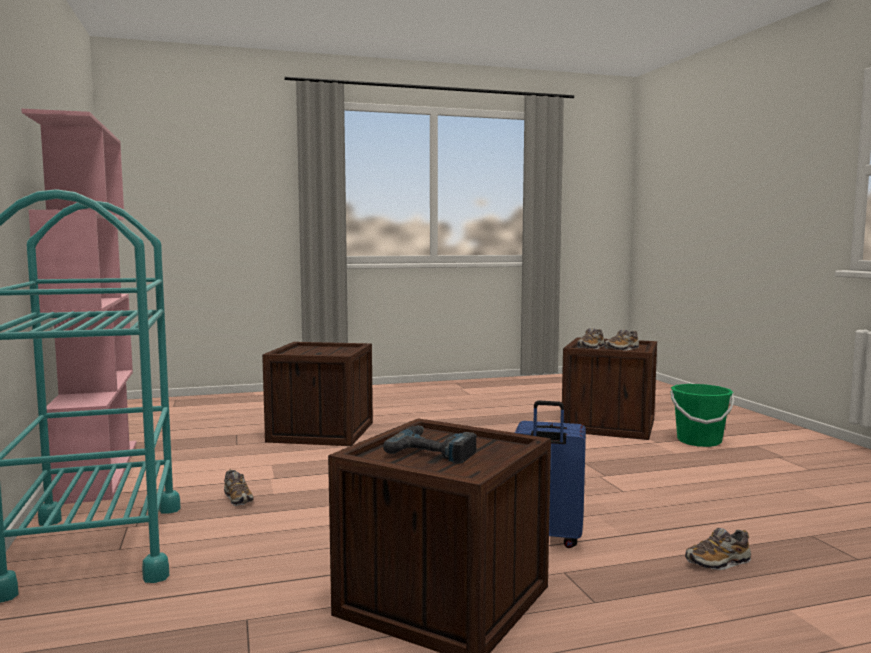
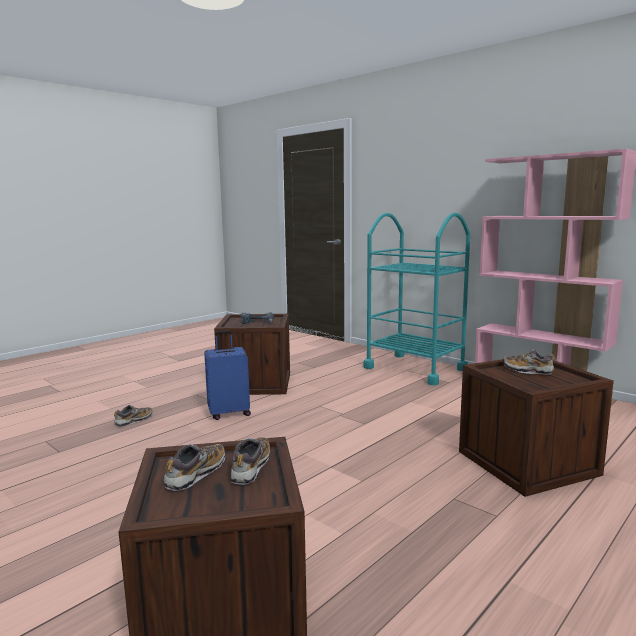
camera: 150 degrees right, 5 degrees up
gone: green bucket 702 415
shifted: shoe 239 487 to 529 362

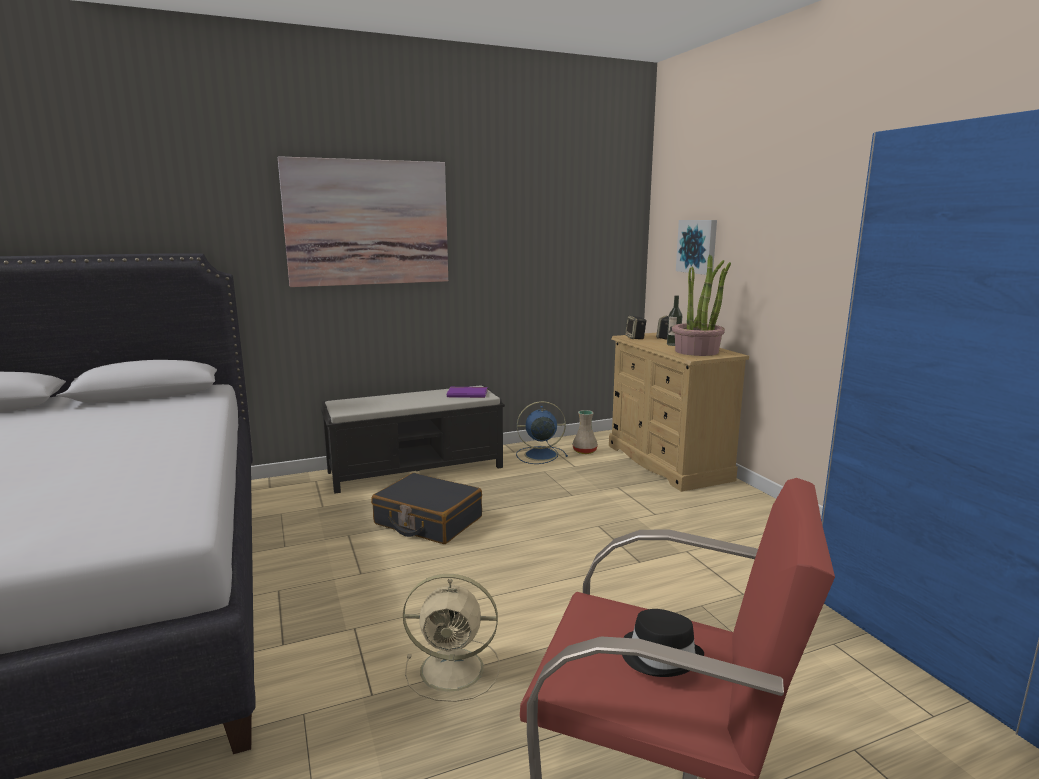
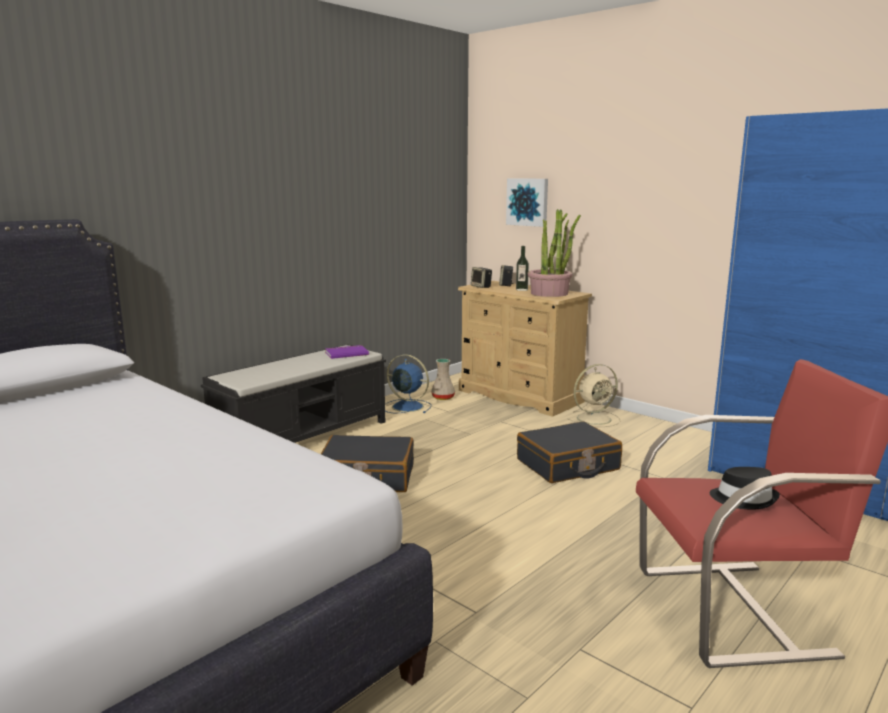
camera: 25 degrees left, 0 degrees up
gone: picture 363 221
new: black suitcase 569 452
shifted: beige fan 451 638 to 594 395
rotated: blue fan 542 432 = 408 383 60 degrees clockwise

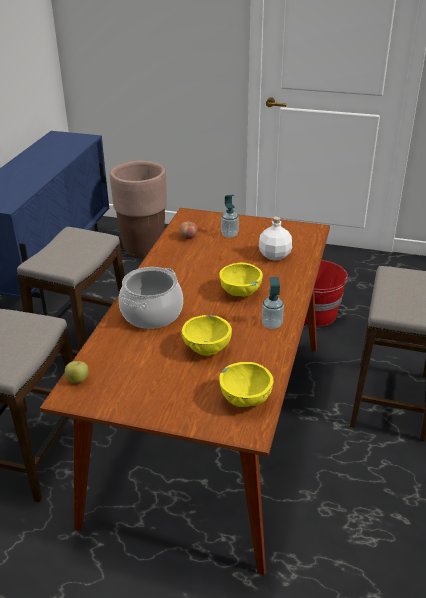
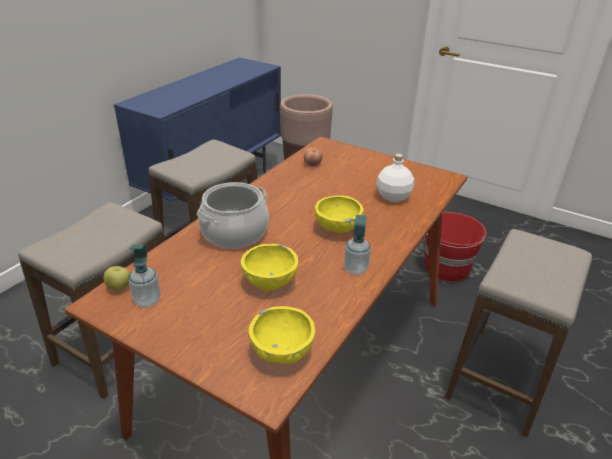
camera: 15 degrees right, 0 degrees up
shifted: soap dispenser 230 216 to 144 276

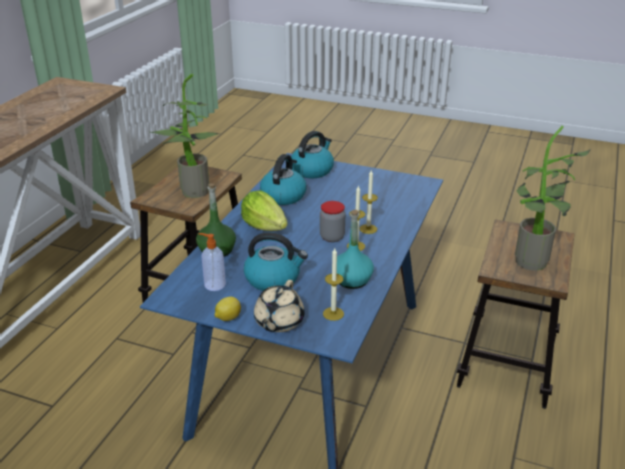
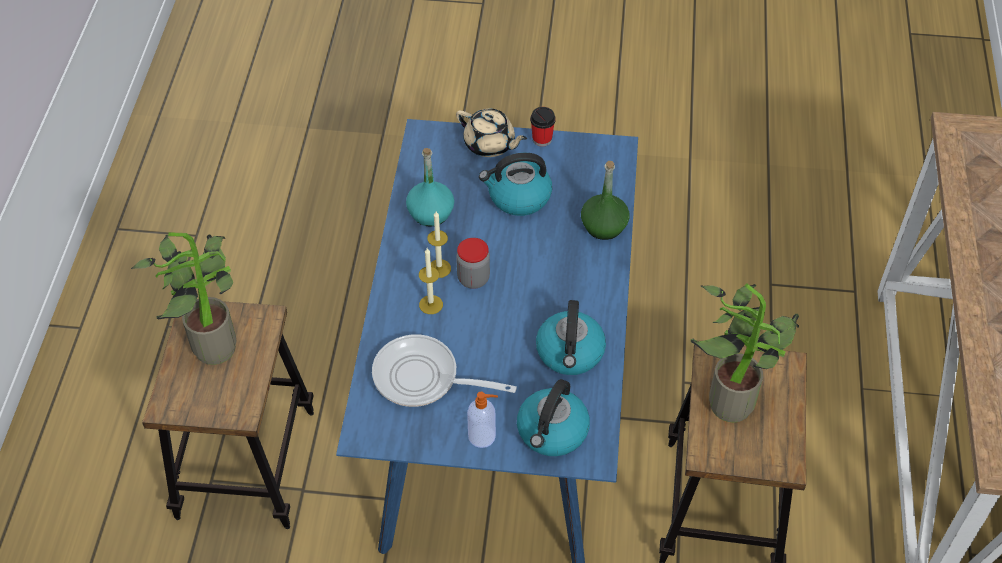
camera: 165 degrees right, 20 degrees up
gone: lettuce 264 210; candle 333 284
new: frying pan 444 371
shifted: soap dispenser 212 262 to 482 420
swapped: lemon 227 309 to cup 543 127
rotated: beige teapot 279 306 = 491 132 120 degrees clockwise

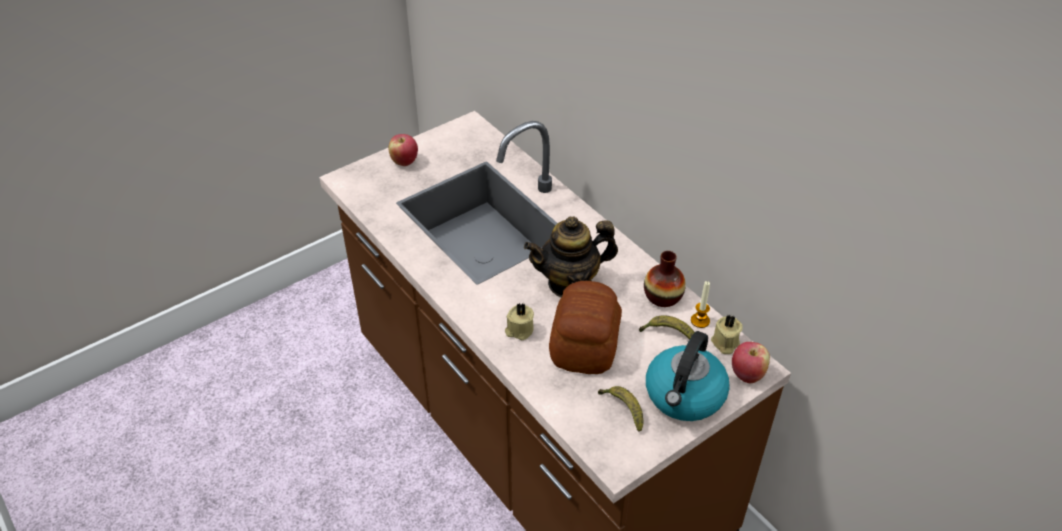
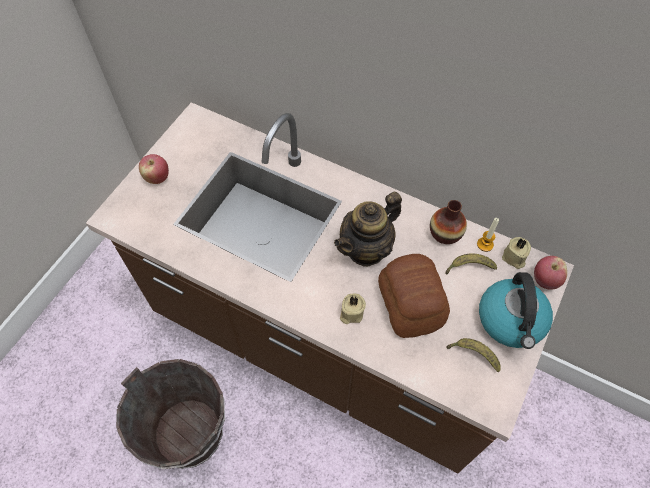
camera: 25 degrees left, 15 degrees up
new: brown bucket 170 414

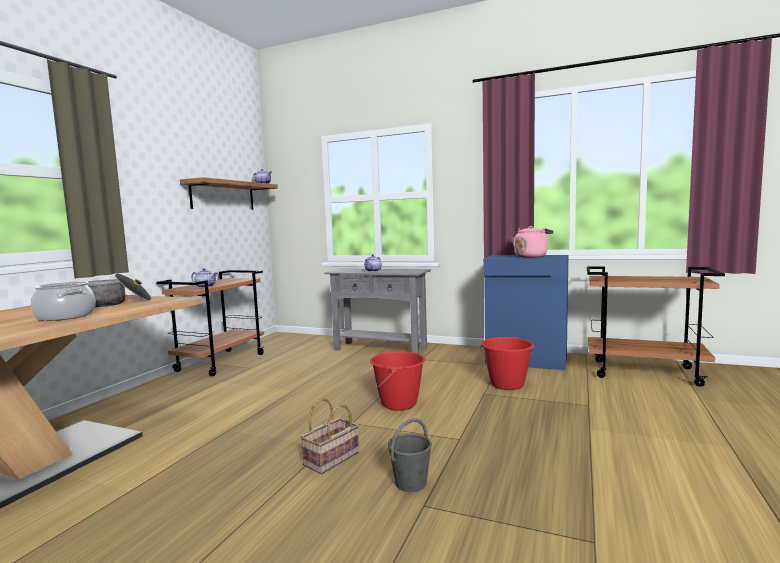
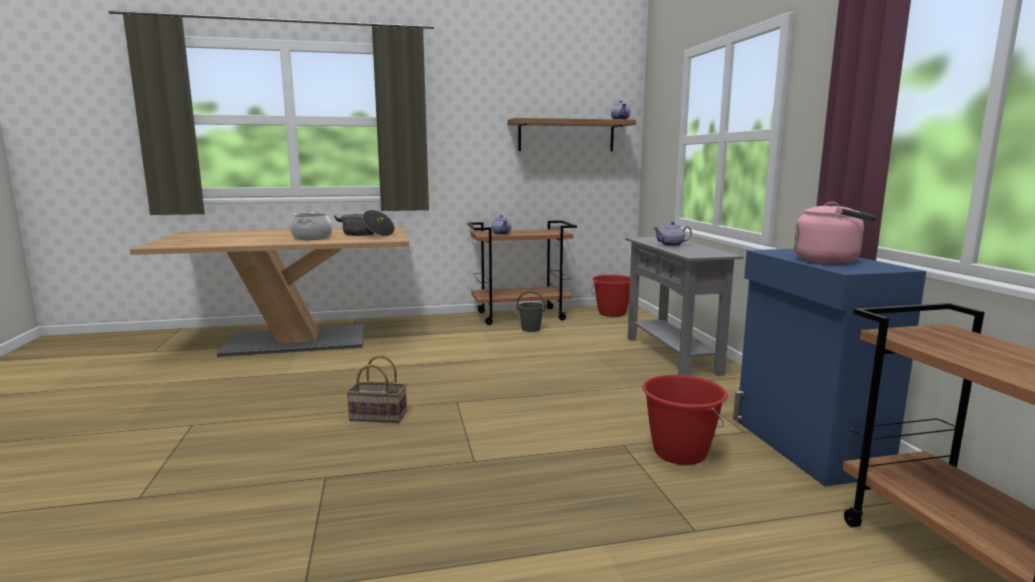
camera: 55 degrees right, 5 degrees up
shifted: red bucket 398 381 to 611 296; grey bucket 410 455 to 531 311

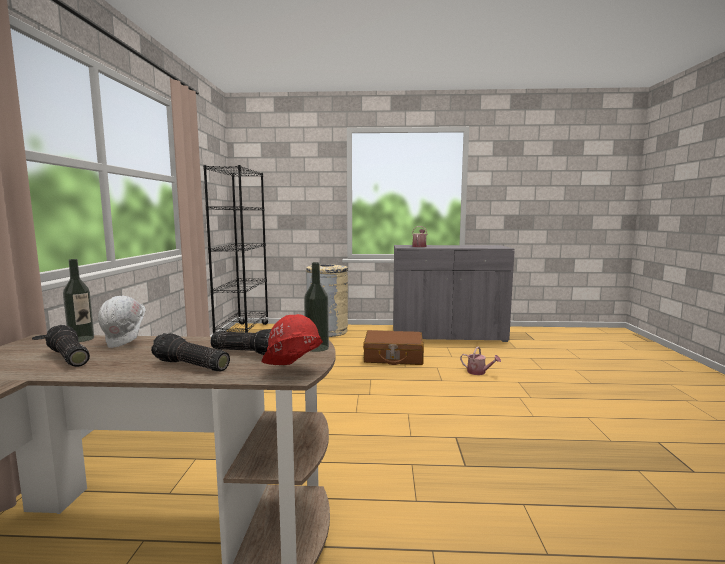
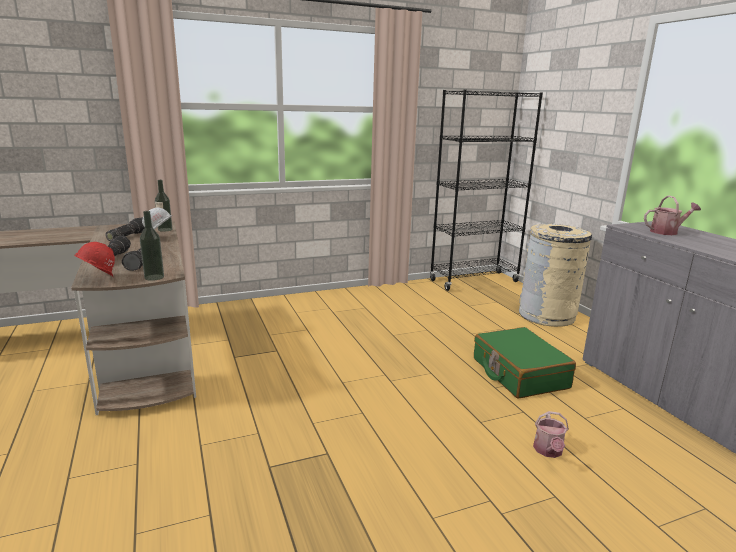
camera: 65 degrees right, 10 degrees up
repainted: brown suitcase 393 347 to green suitcase 525 363

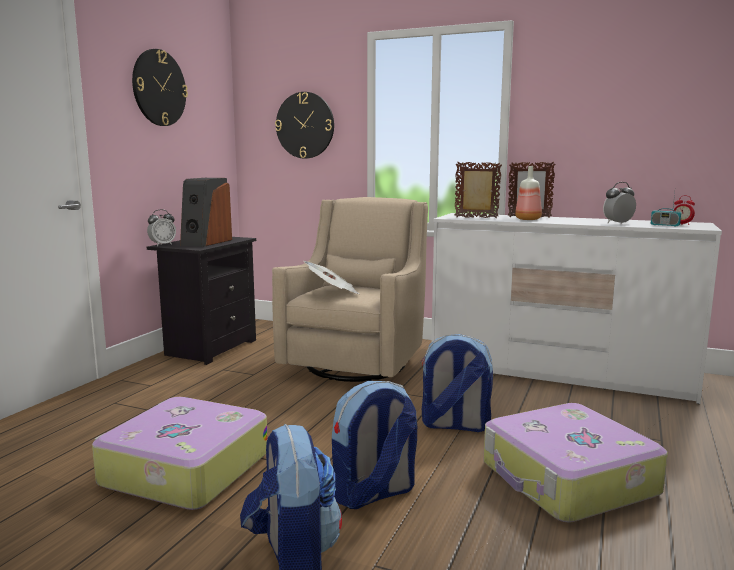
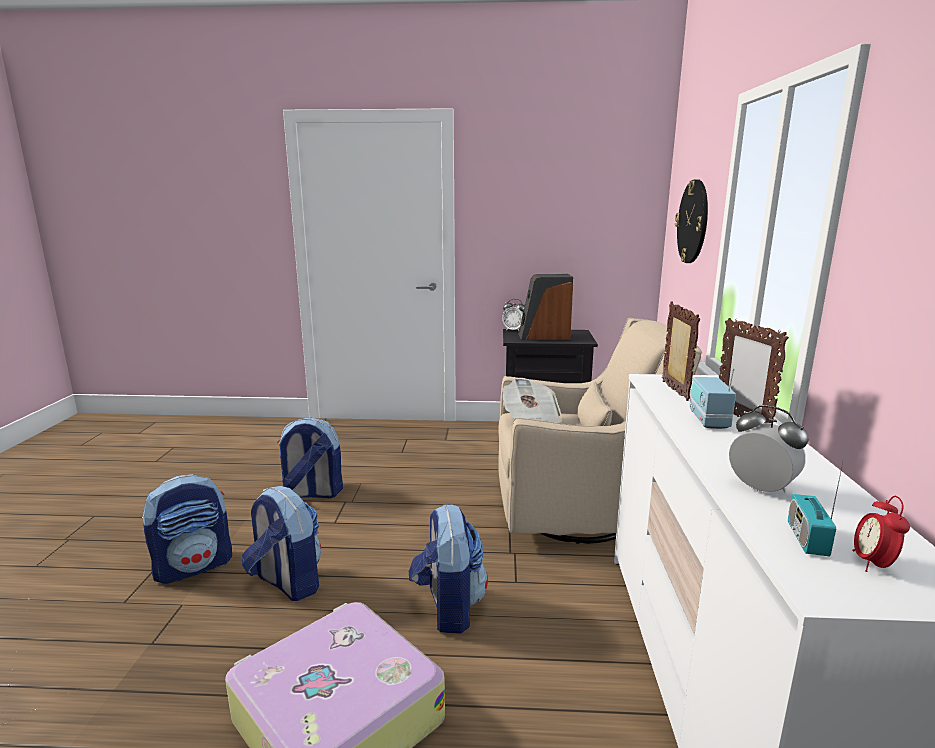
camera: 70 degrees right, 5 degrees up
gone: wall clock 160 87
swapped: suitcase 180 453 to backpack 310 457; bottle 528 193 to radio 712 398

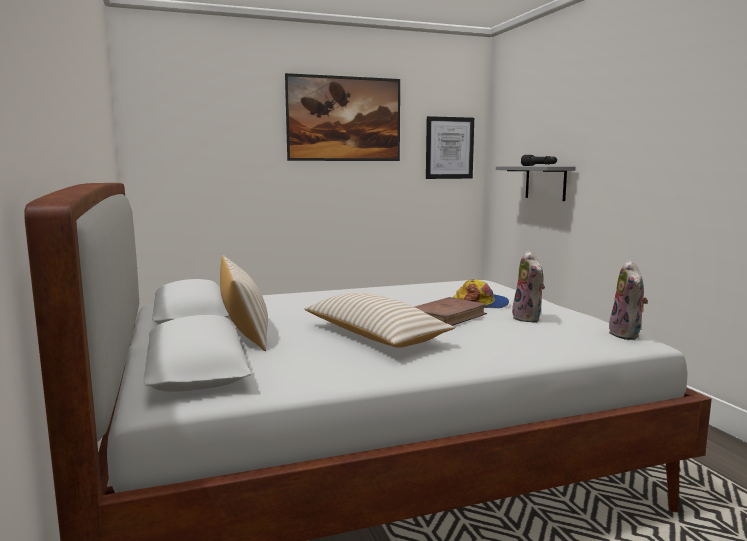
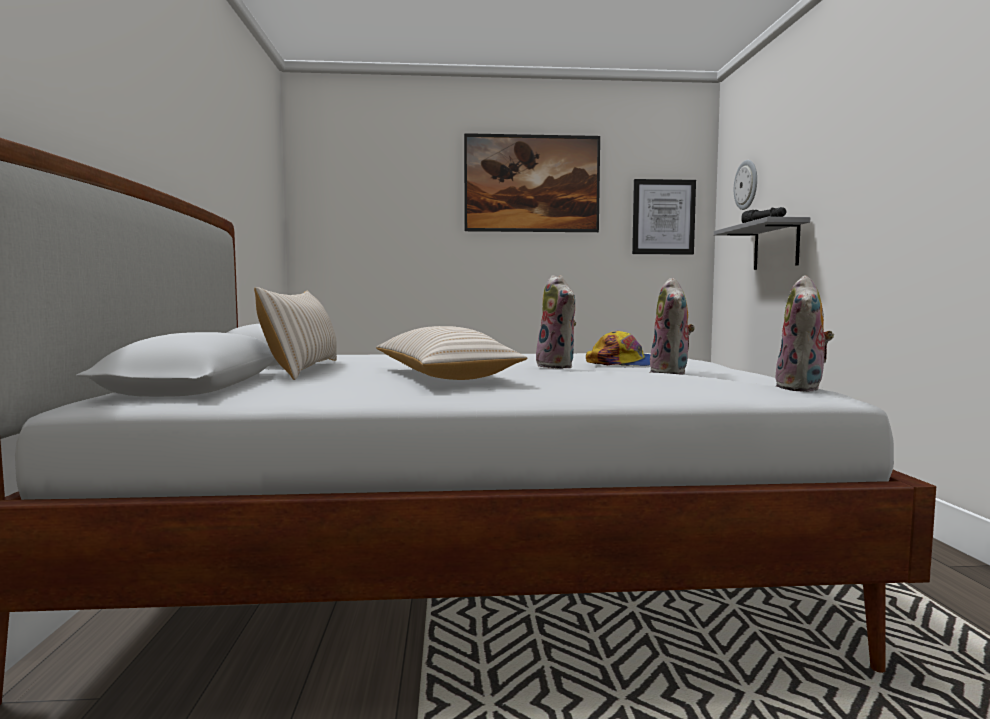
camera: 15 degrees right, 5 degrees down
new: wall clock 745 185
swapped: brown book 450 311 to plush toy 556 322

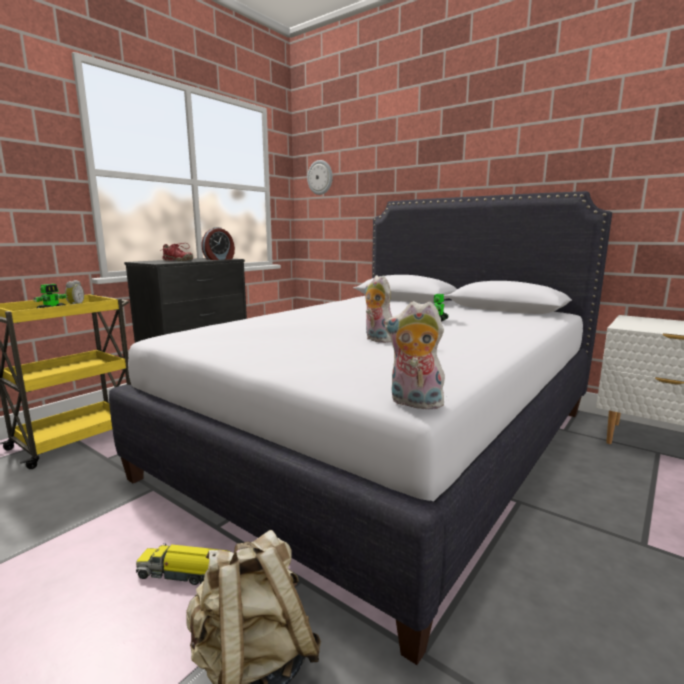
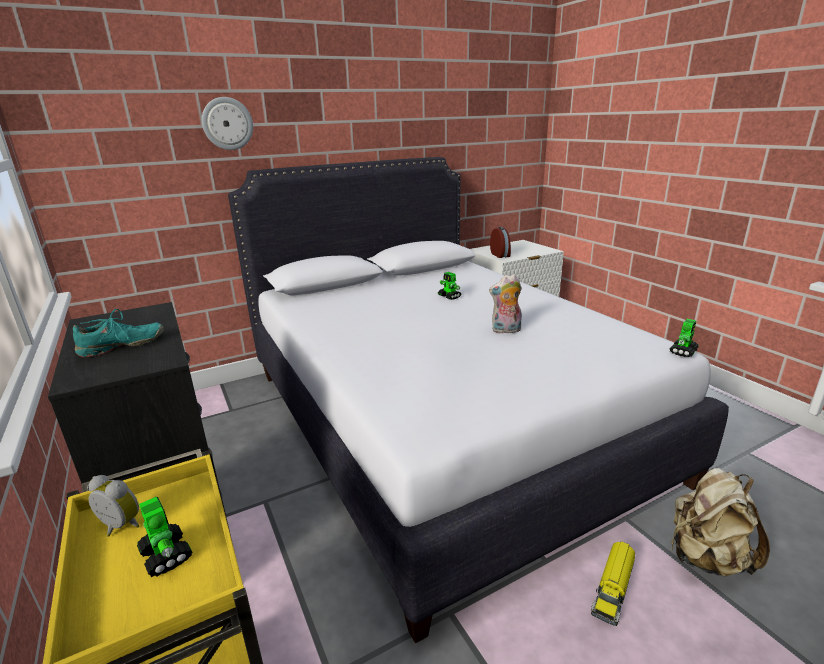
camera: 65 degrees left, 10 degrees up
shifted: alarm clock 218 243 to 500 242; wall clock 320 177 to 227 123
swapped: plush toy 415 355 to toy robot 684 338
repainted: red shoe 176 252 to turquoise shoe 118 333

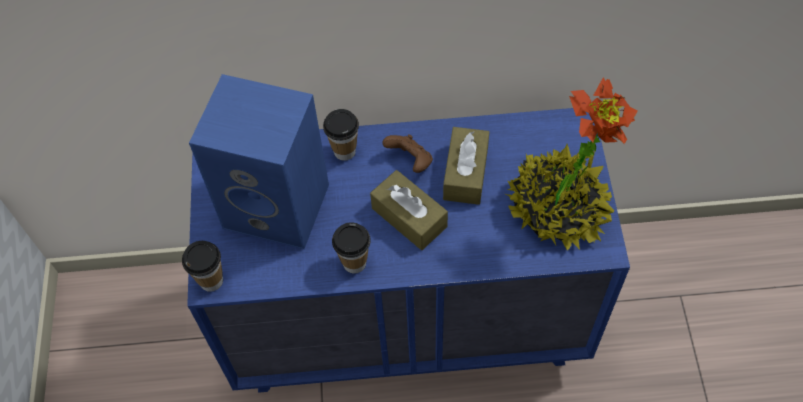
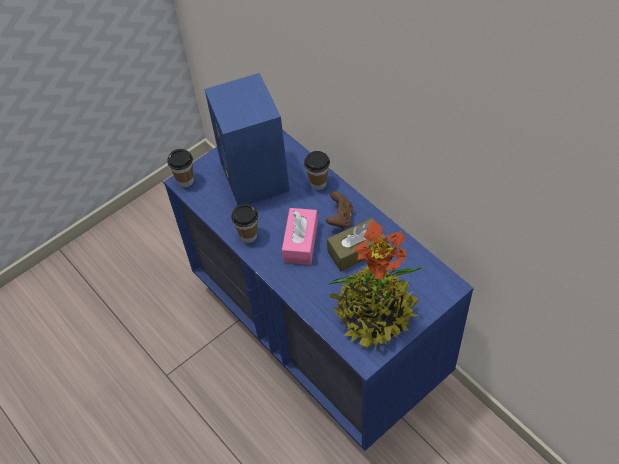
camera: 55 degrees right, 5 degrees down
repainted: brown tissue box 409 210 to pink tissue box 300 236

